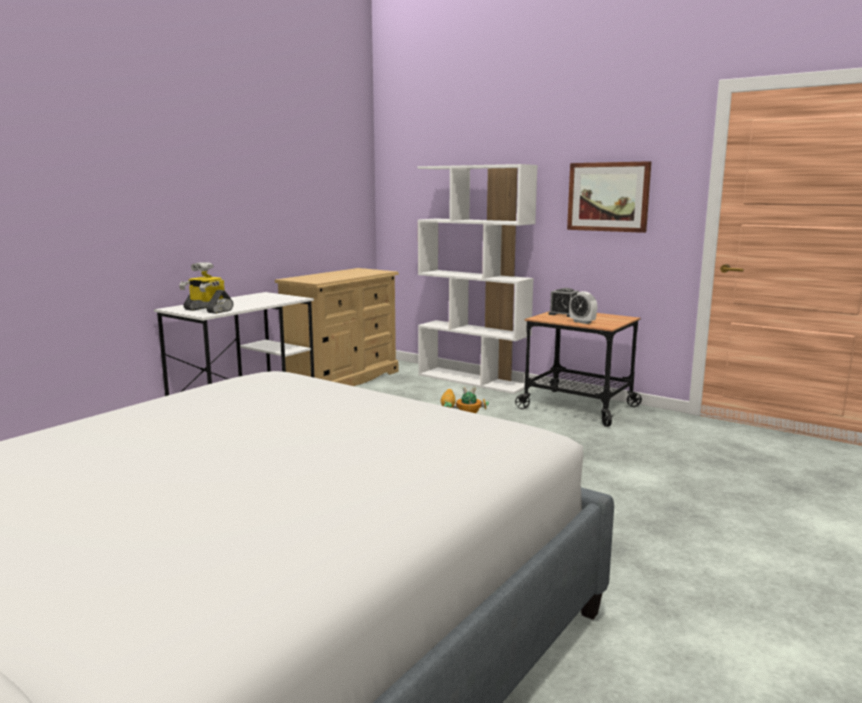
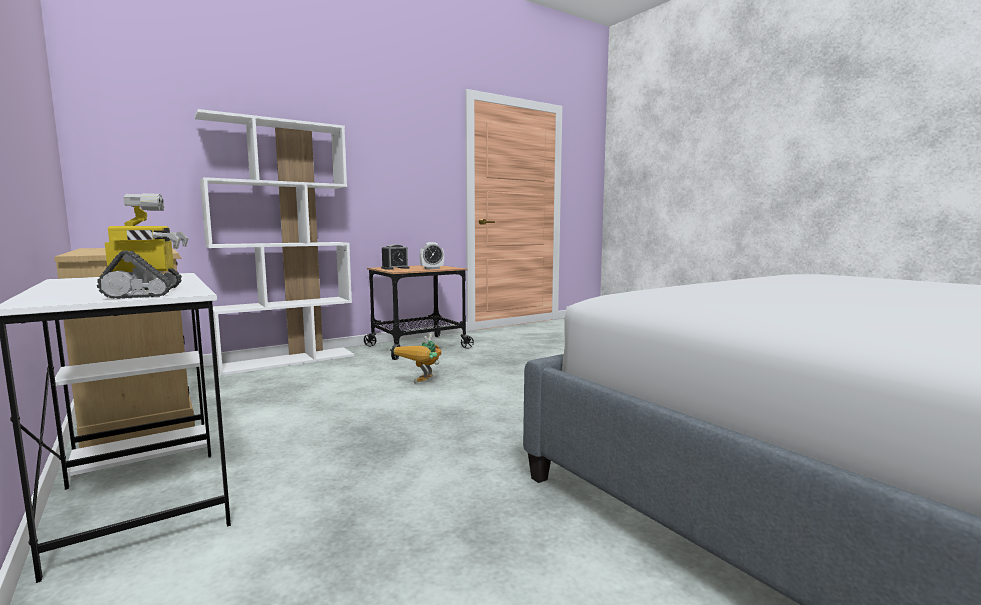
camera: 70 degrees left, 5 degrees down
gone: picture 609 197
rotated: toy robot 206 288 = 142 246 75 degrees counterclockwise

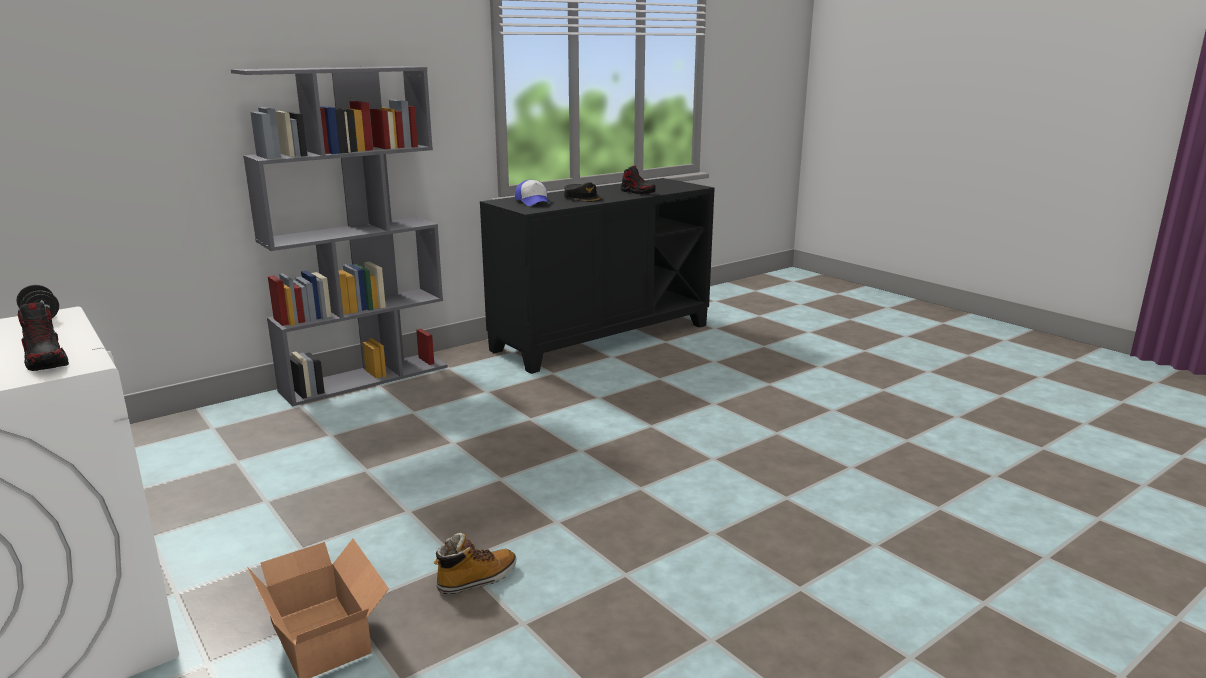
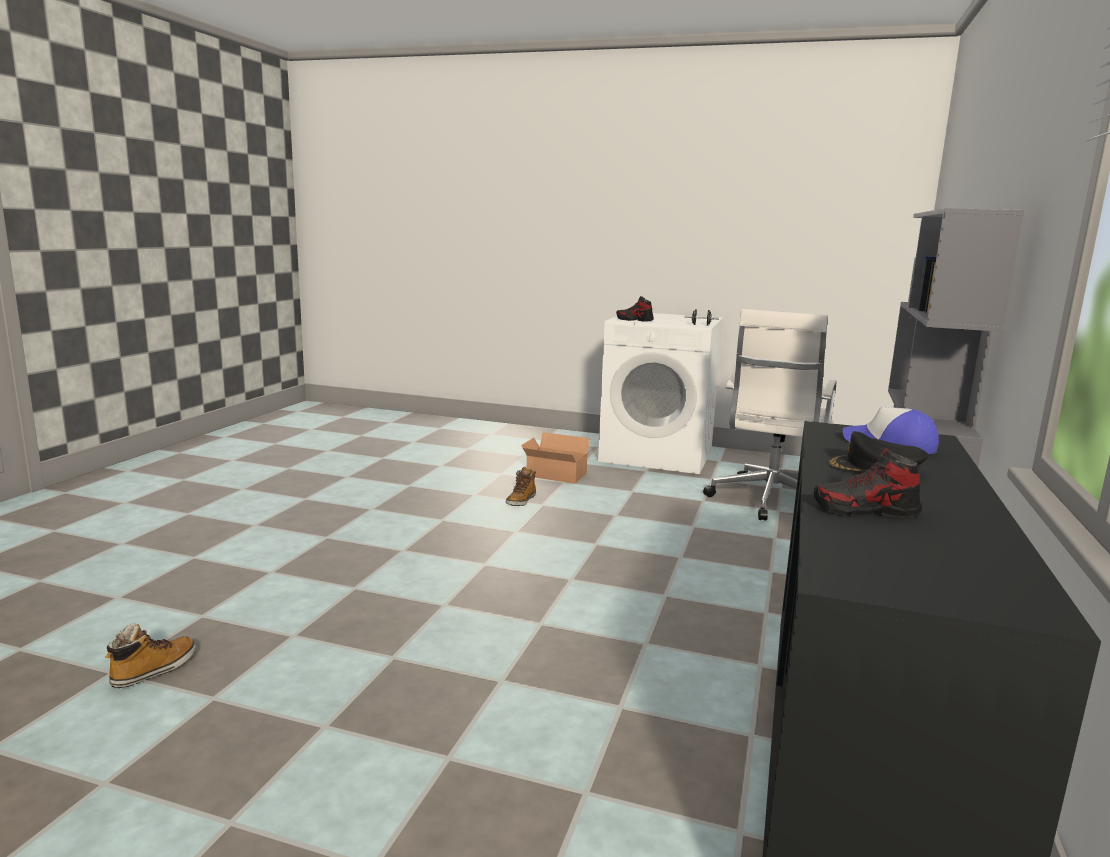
camera: 145 degrees right, 5 degrees down
new: boot 150 656; white office chair 770 414

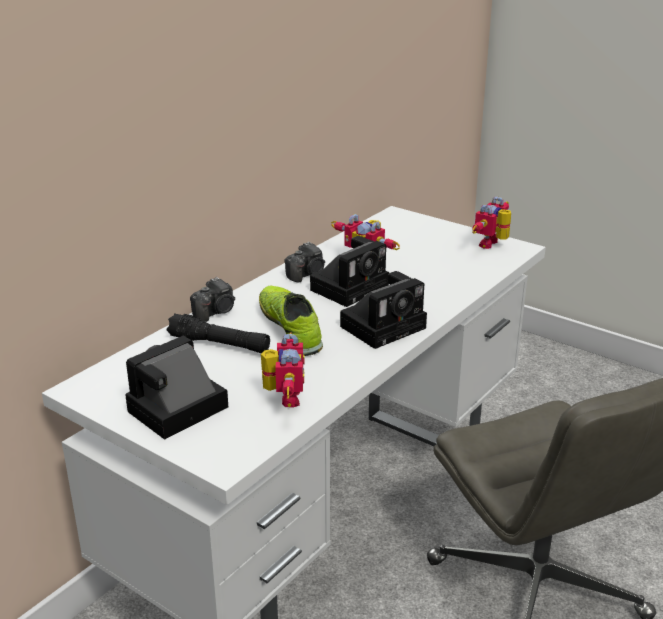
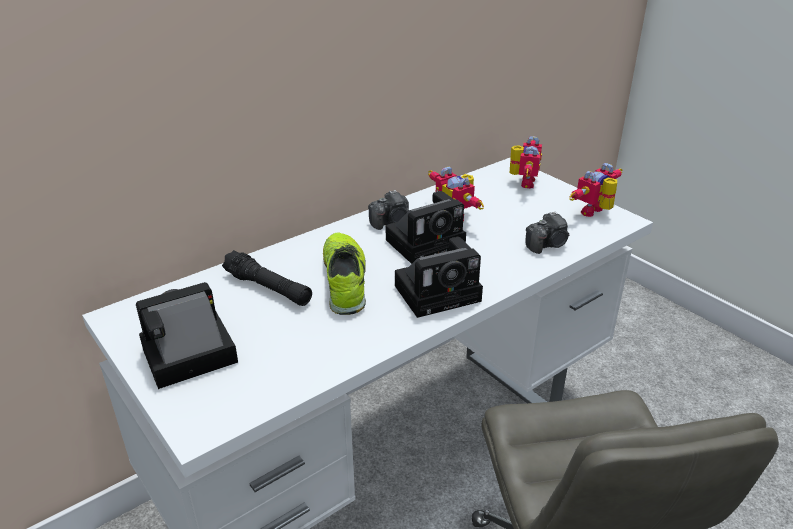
camera: 15 degrees right, 5 degrees up
shifted: photo camera 212 299 to 547 232; toy robot 283 370 to 526 162

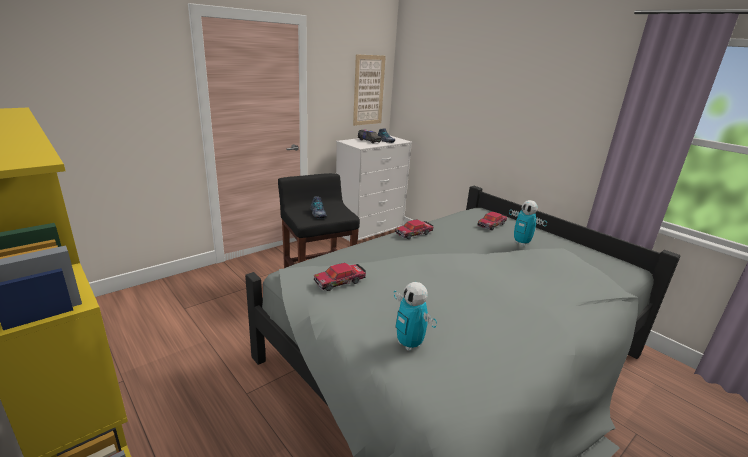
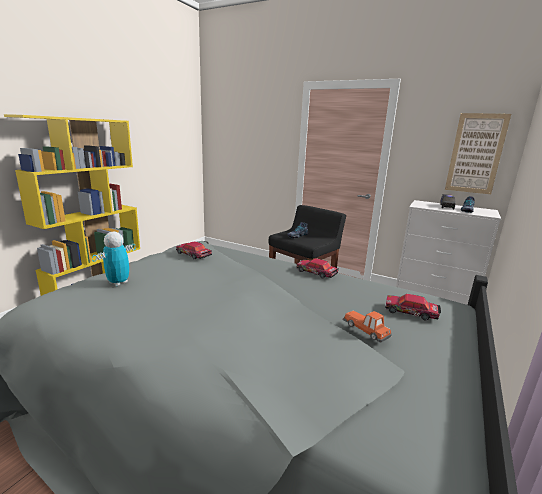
camera: 70 degrees right, 5 degrees down
swapped: toy robot 528 223 to toy car 367 326

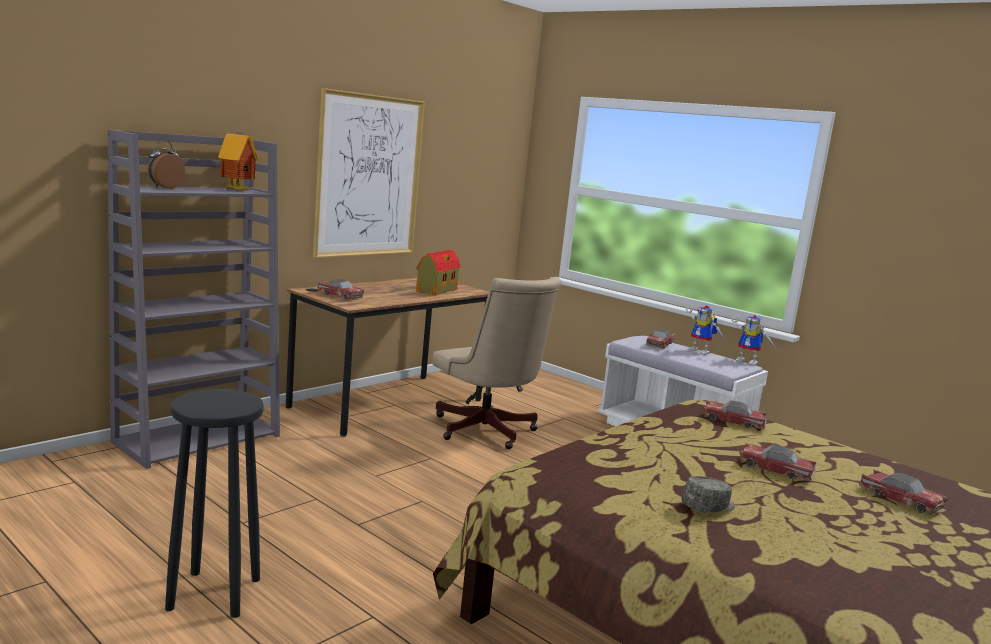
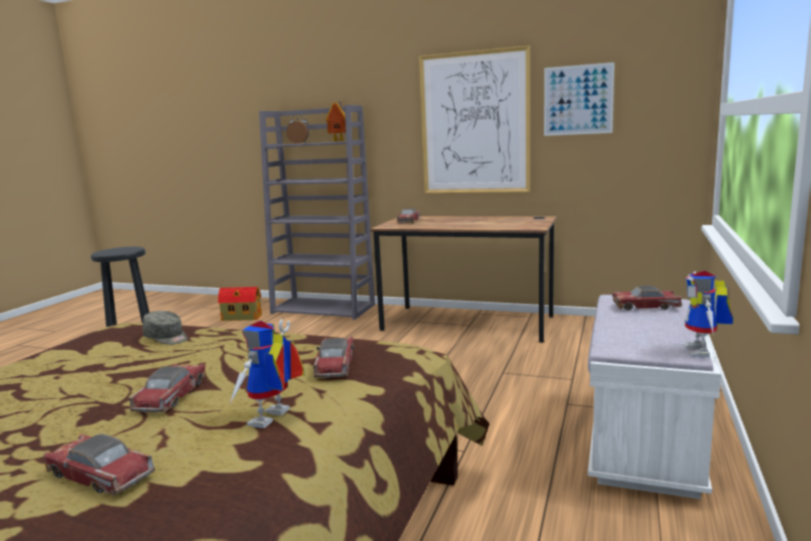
camera: 70 degrees right, 0 degrees up
gone: beige office chair 496 363
new: picture 579 99
shifted: toy house 438 272 to 240 304; grey cap 708 494 to 165 328; toy robot 705 330 to 267 373
rotated: toy car 903 492 = 99 464 90 degrees clockwise

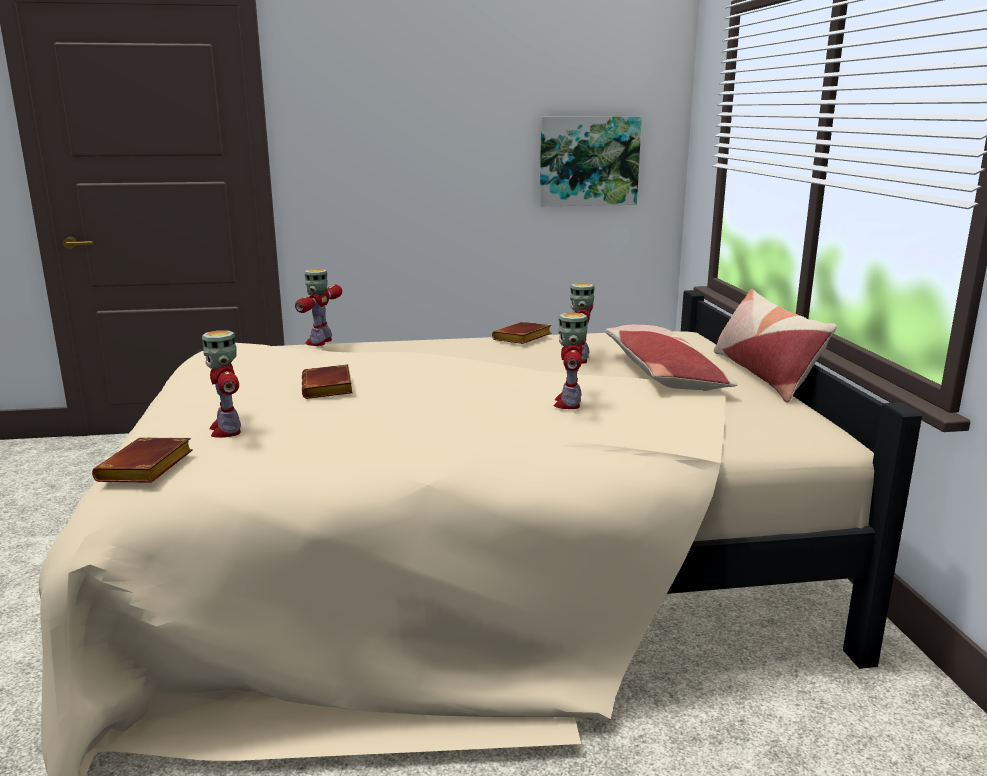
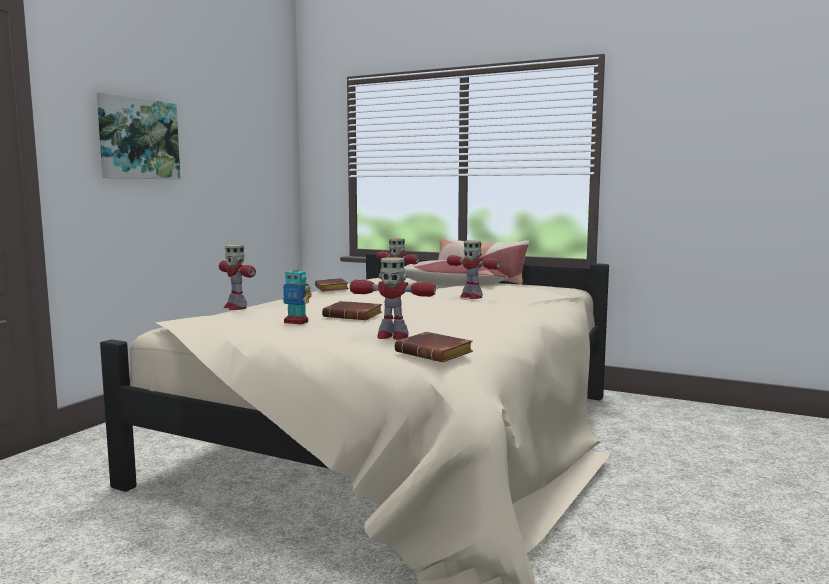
camera: 55 degrees left, 10 degrees down
new: toy robot 297 295
shifted: picture 591 161 to 138 136

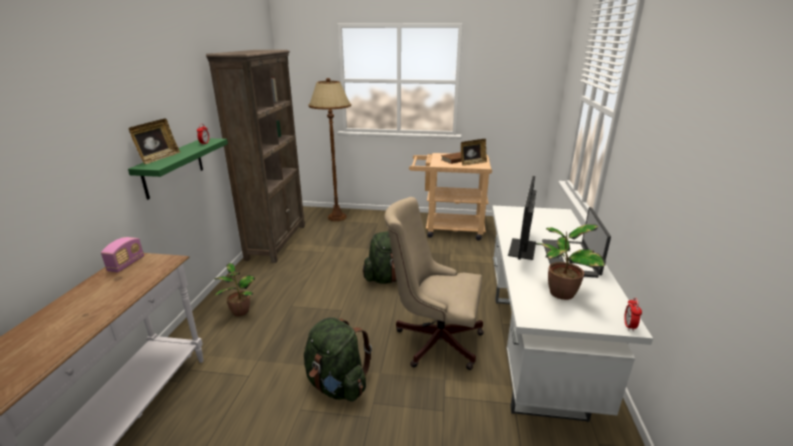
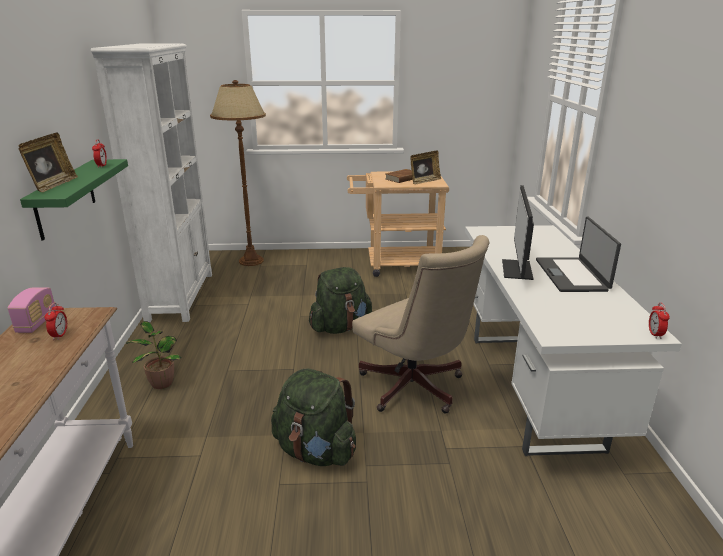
camera: 10 degrees left, 0 degrees up
gone: potted plant 570 262
new: alarm clock 56 321
repainted: brown bookcase 255 156 to white bookcase 151 183
rotated: beige office chair 434 283 = 421 324 135 degrees counterclockwise

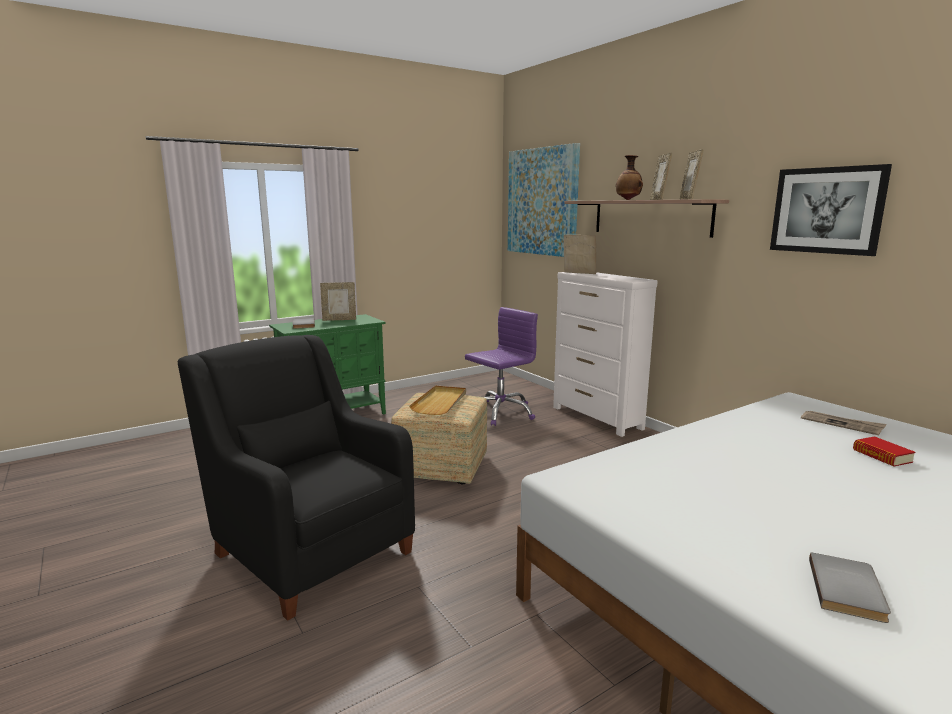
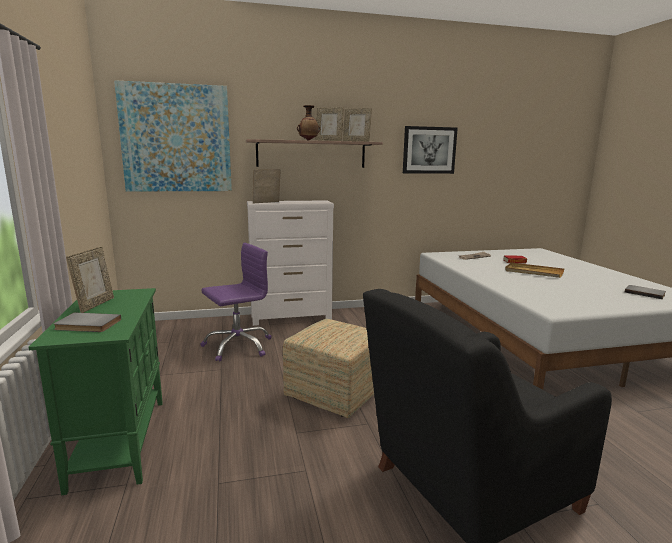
camera: 70 degrees left, 0 degrees up
shifted: beige tray 437 400 to 534 270
rotated: purple office chair 501 366 = 236 302 75 degrees clockwise

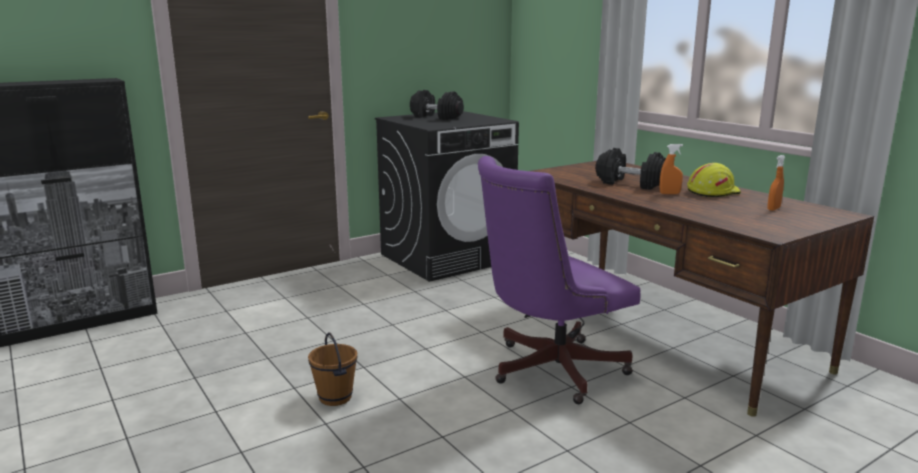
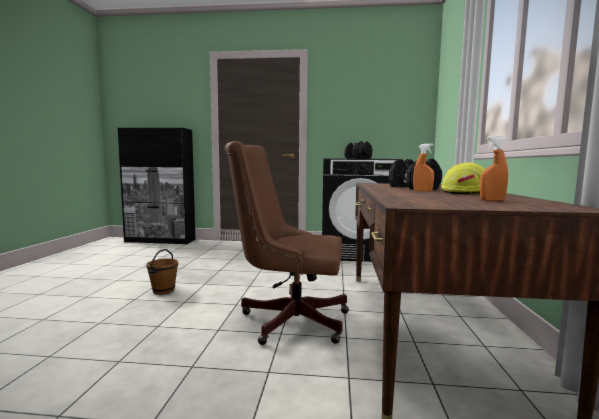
camera: 40 degrees right, 10 degrees down
repainted: purple office chair 559 280 to brown office chair 287 243

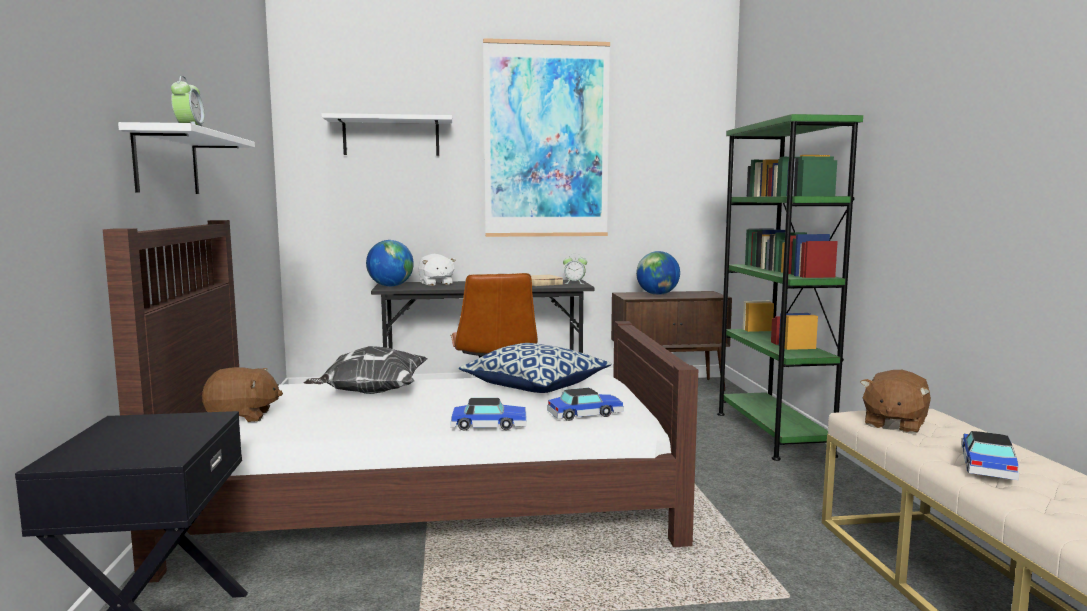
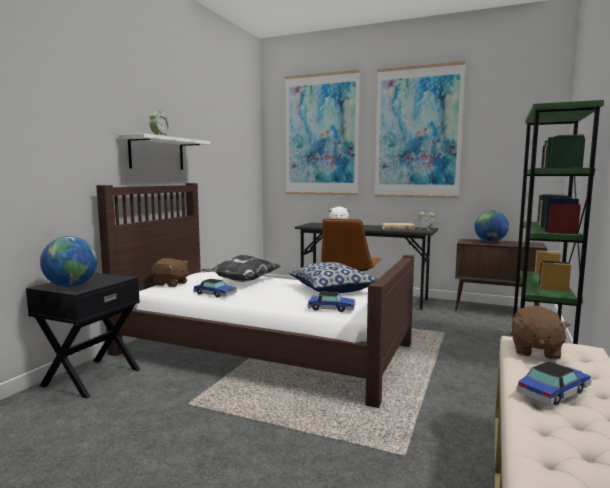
camera: 30 degrees right, 0 degrees up
shifted: globe 390 263 to 68 261; toy car 489 414 to 215 288
swapped: white shelf 387 134 to picture 322 132
rotated: brown plush toy 896 402 = 541 333 45 degrees counterclockwise

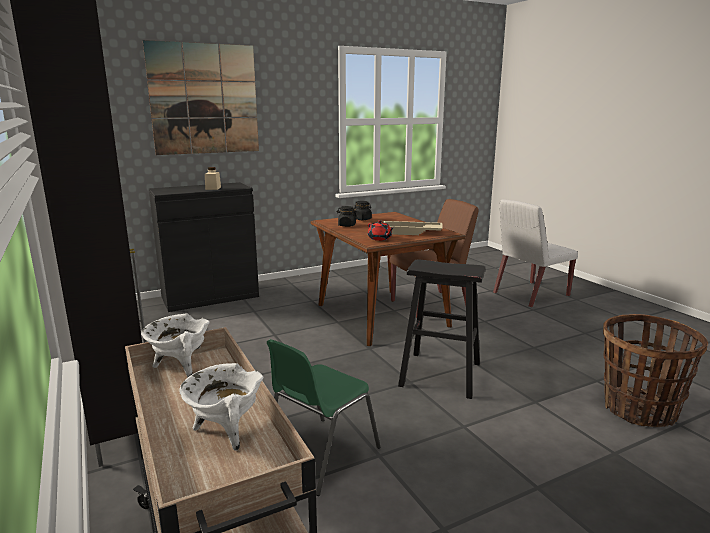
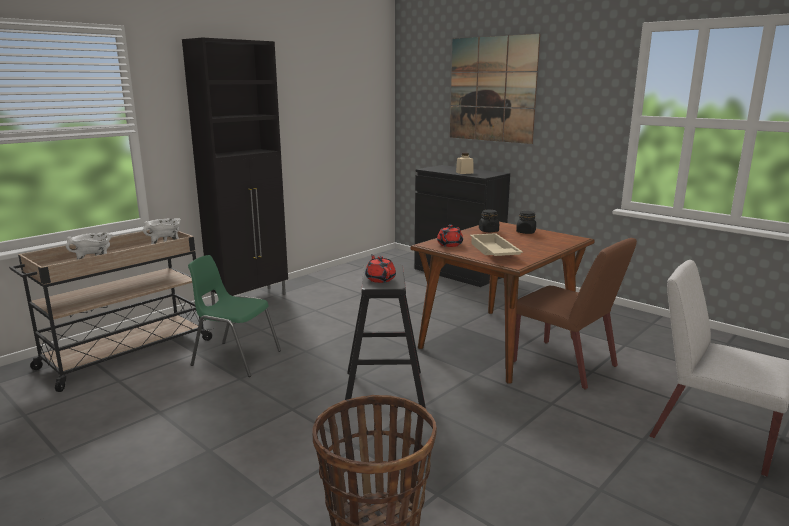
camera: 70 degrees right, 0 degrees up
new: red teapot 380 268

